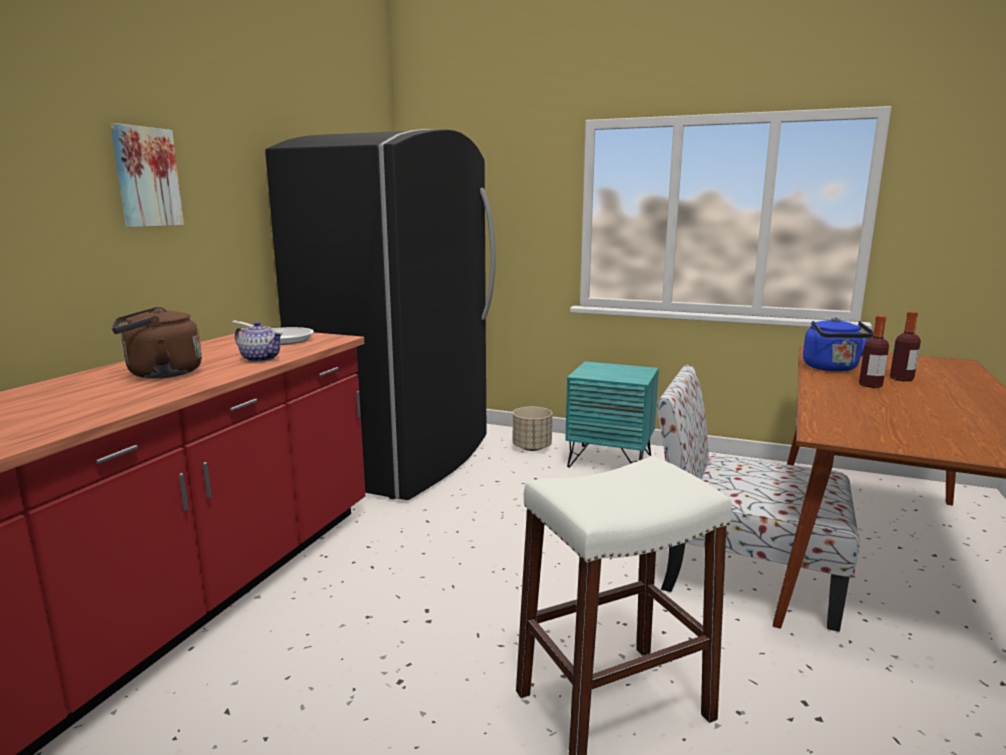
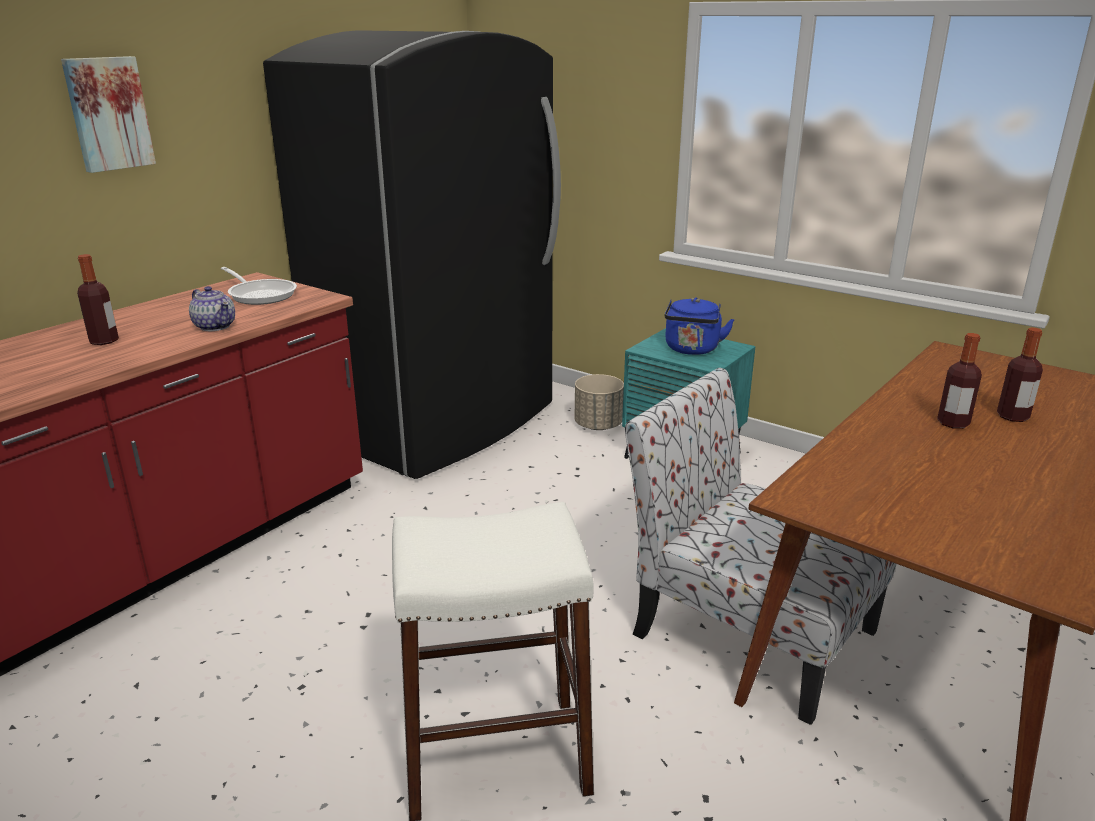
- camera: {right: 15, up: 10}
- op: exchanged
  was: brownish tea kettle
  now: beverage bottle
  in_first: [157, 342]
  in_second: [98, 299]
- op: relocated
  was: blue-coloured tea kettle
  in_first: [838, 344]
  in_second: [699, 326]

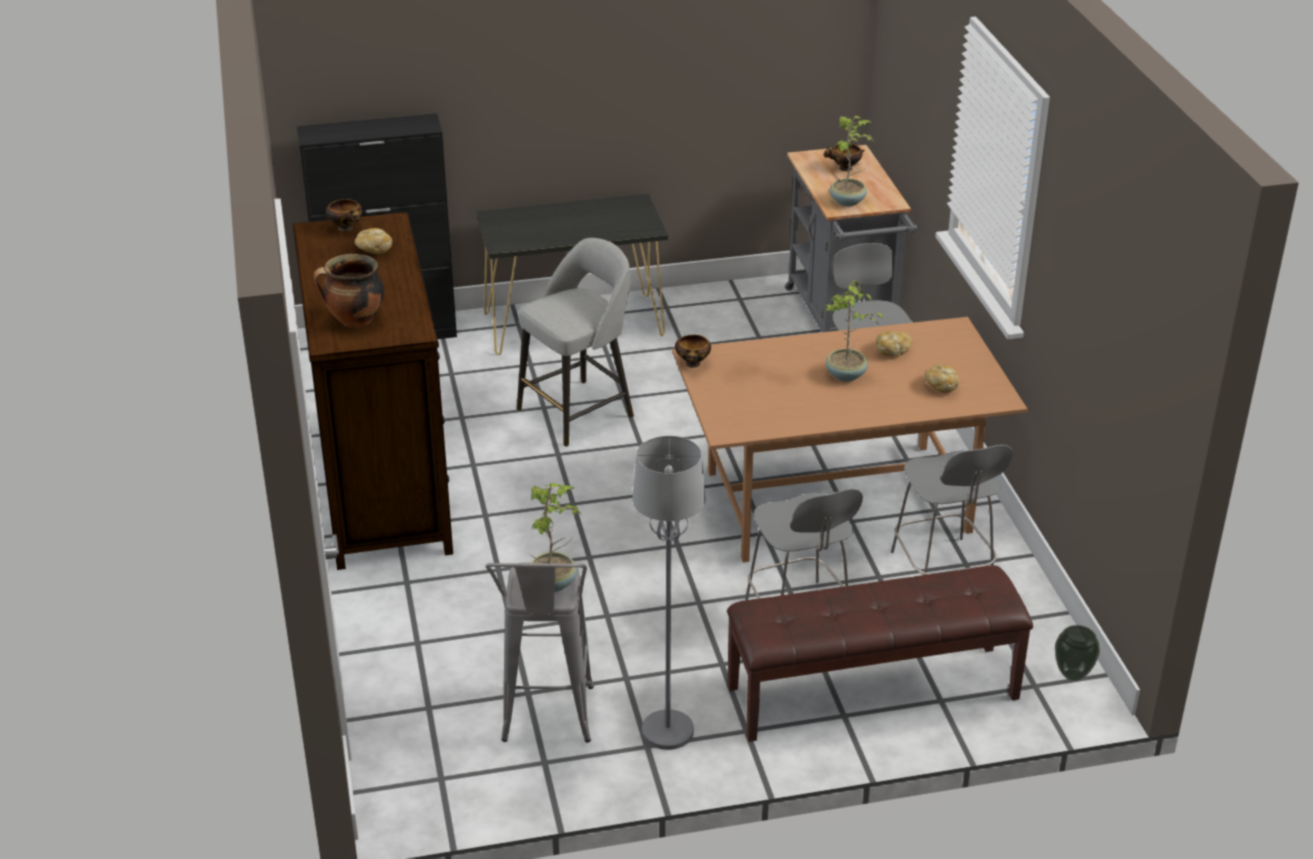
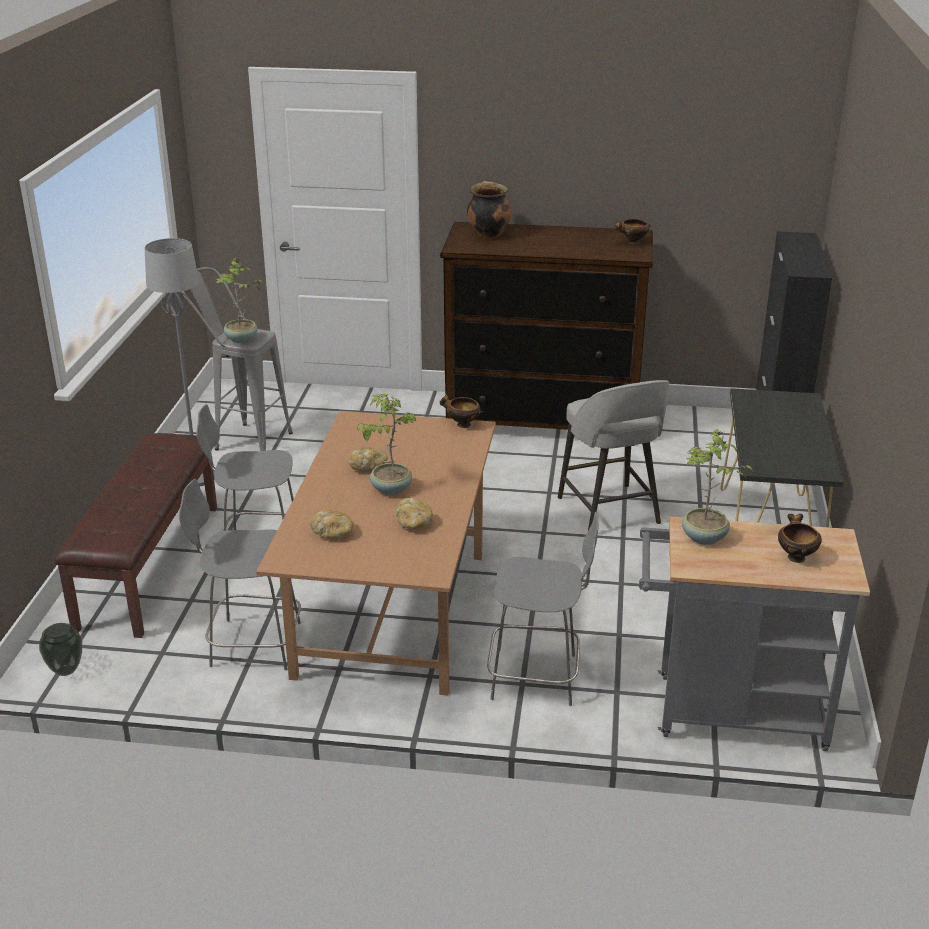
- camera: {right: 110, up: -5}
- op: relocated
  was: bread
  in_first: [373, 241]
  in_second: [368, 459]

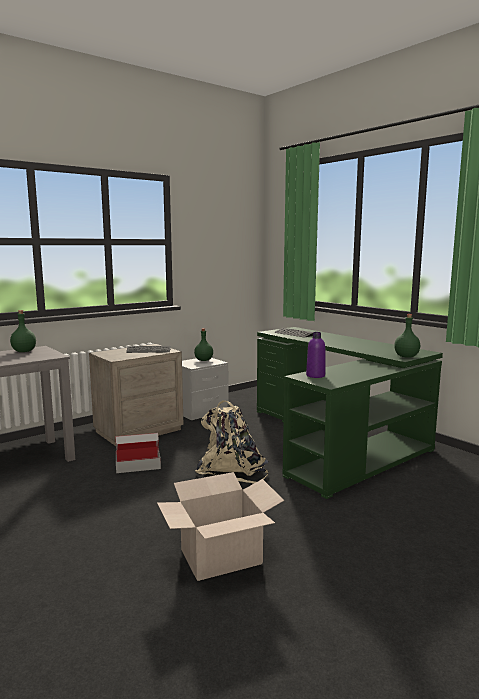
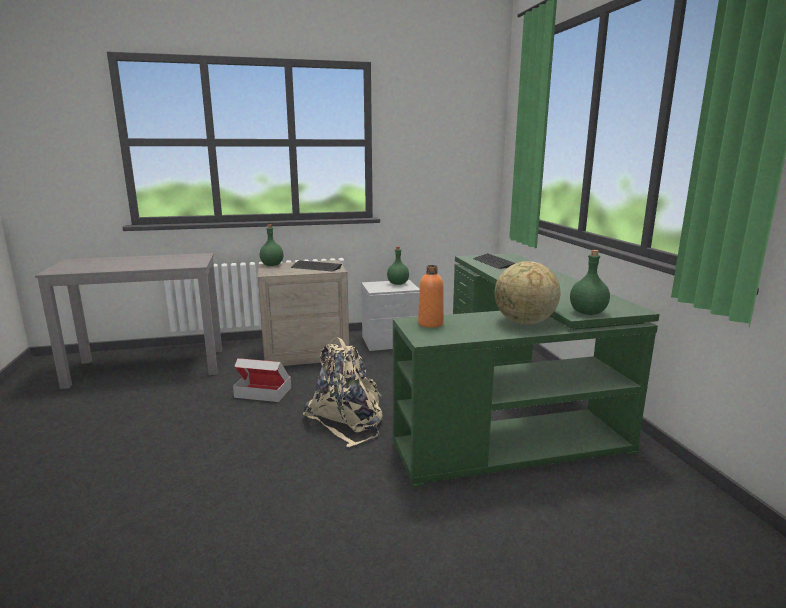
- camera: {right: 25, up: 5}
- op: relocated
  was: greenish beverage bottle
  in_first: [23, 331]
  in_second: [271, 245]
- op: missing
  was: packing box
  in_first: [220, 526]
- op: colour
  was: purple-coloured beverage bottle
  now: orangey beverage bottle
  in_first: [315, 355]
  in_second: [431, 296]
- op: appeared
  now: desk globe
  in_second: [527, 293]

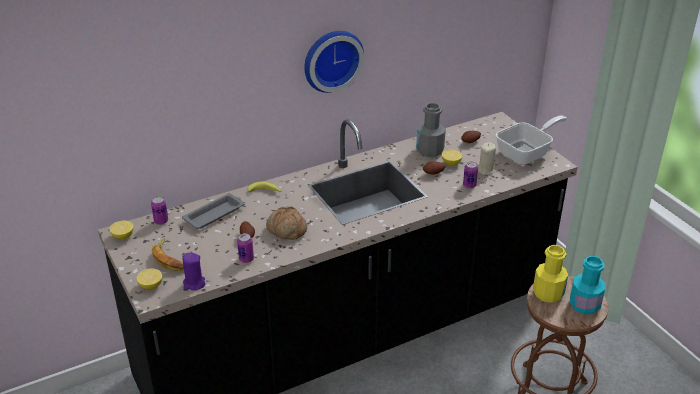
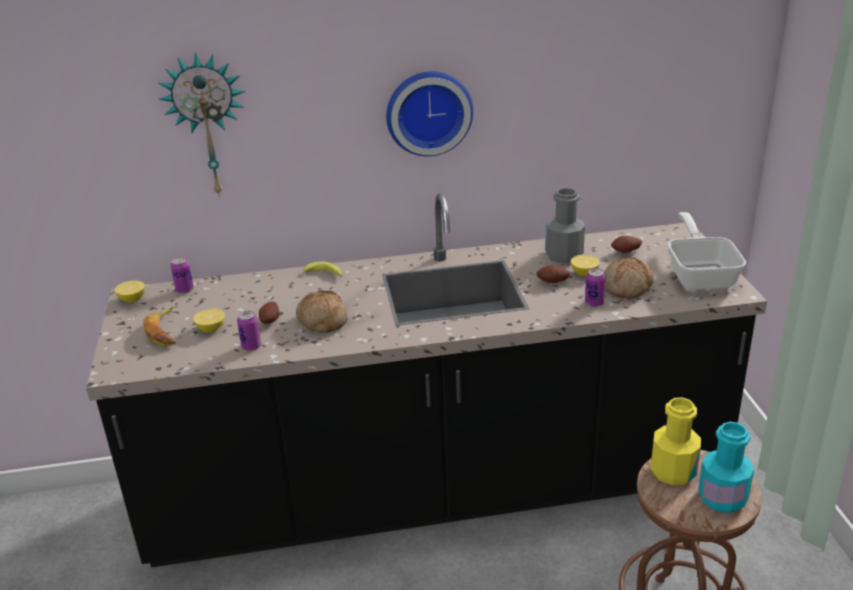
- camera: {right: 20, up: -5}
- op: relocated
  was: lemon
  in_first: [150, 279]
  in_second: [209, 320]
- op: missing
  was: grey carrying tray
  in_first: [213, 211]
- op: missing
  was: purple-coloured candle
  in_first: [194, 271]
- op: exchanged
  was: beige candle
  now: bread
  in_first: [487, 159]
  in_second: [629, 278]
- op: spun
  was: frying pan
  in_first: [531, 140]
  in_second: [707, 251]
  clockwise: -75
- op: appeared
  now: hanging clock
  in_second: [202, 124]

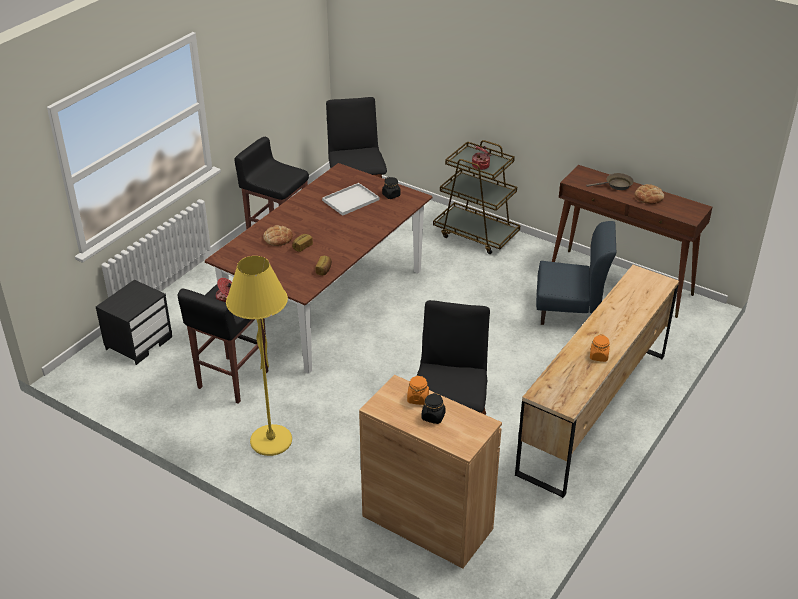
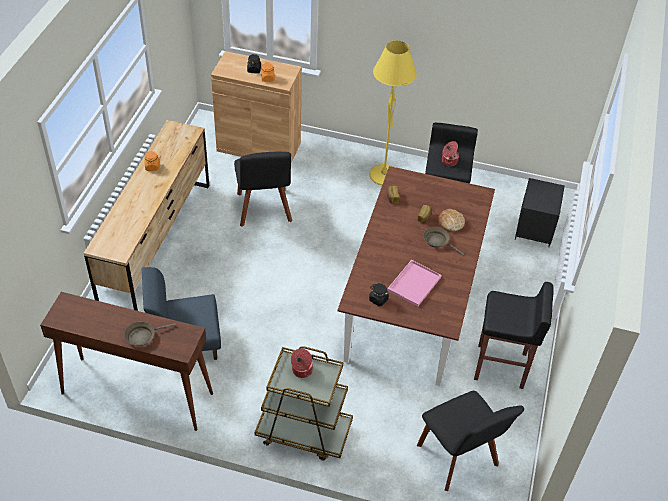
- camera: {right: 160, up: 10}
- op: colour
  was: whitish carrying tray
  now: pinkish carrying tray
  in_first: [351, 199]
  in_second: [414, 283]
- op: missing
  was: bread
  in_first: [649, 194]
- op: appeared
  now: brownish frying pan
  in_second: [443, 241]

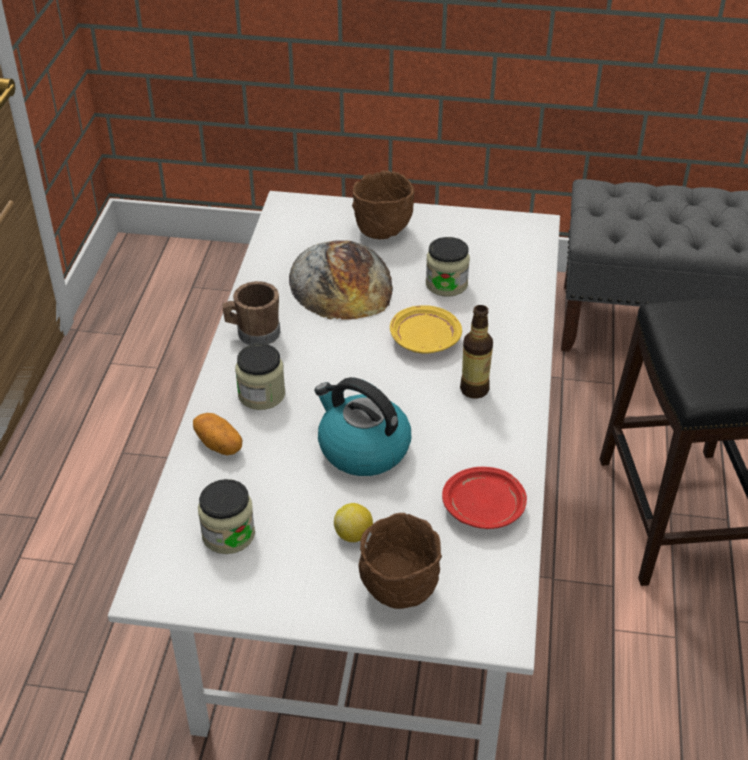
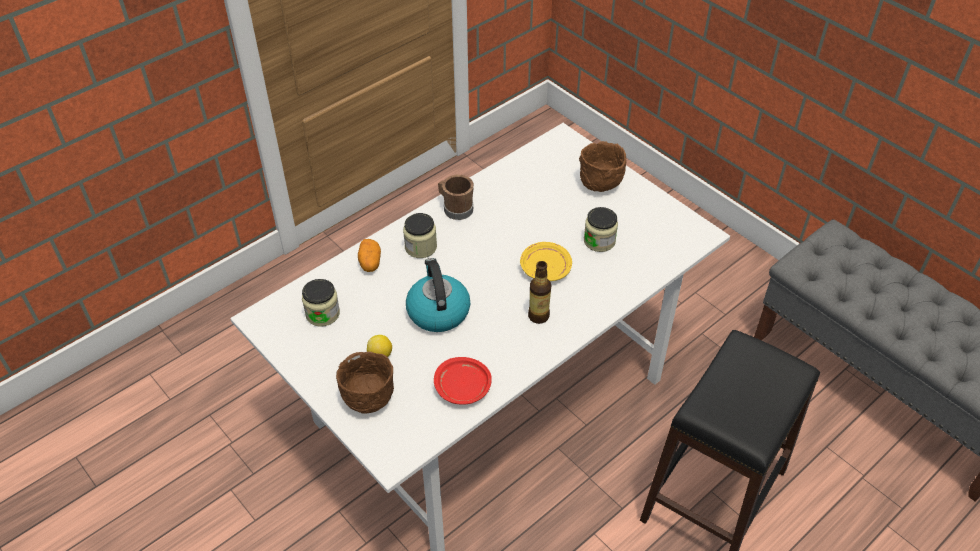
- camera: {right: 40, up: 5}
- op: missing
  was: bread
  in_first: [341, 280]

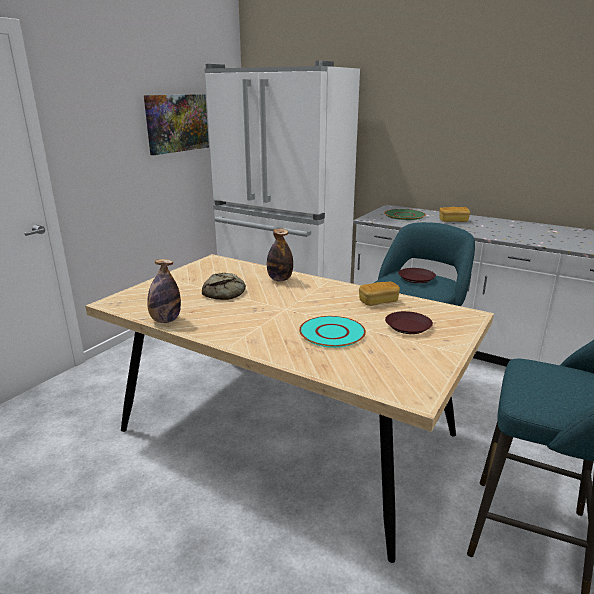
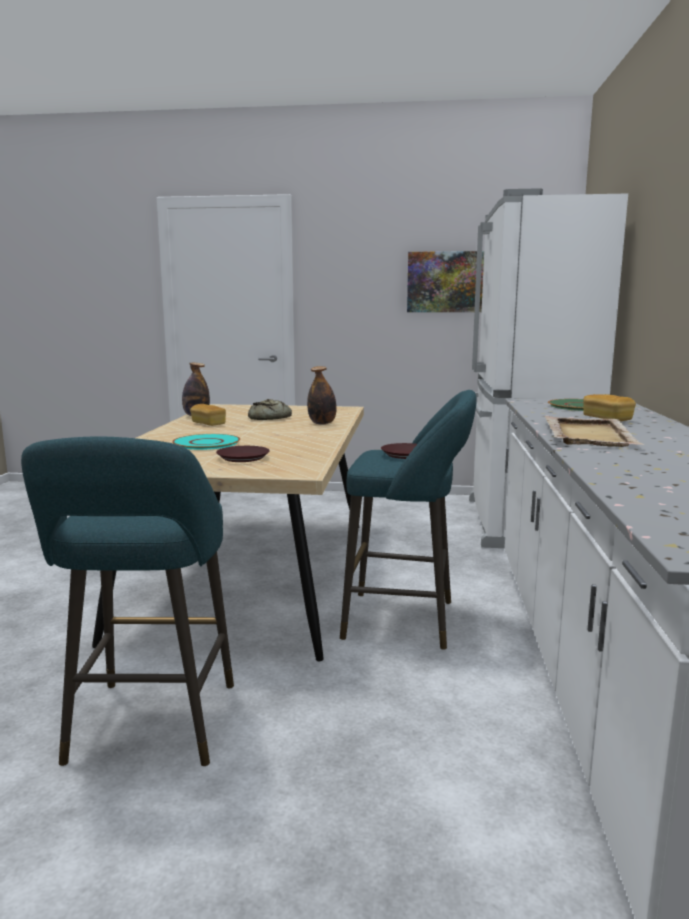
- camera: {right: 65, up: -10}
- op: relocated
  was: bread
  in_first: [379, 294]
  in_second: [208, 415]
- op: appeared
  now: beige carrying tray
  in_second: [595, 431]

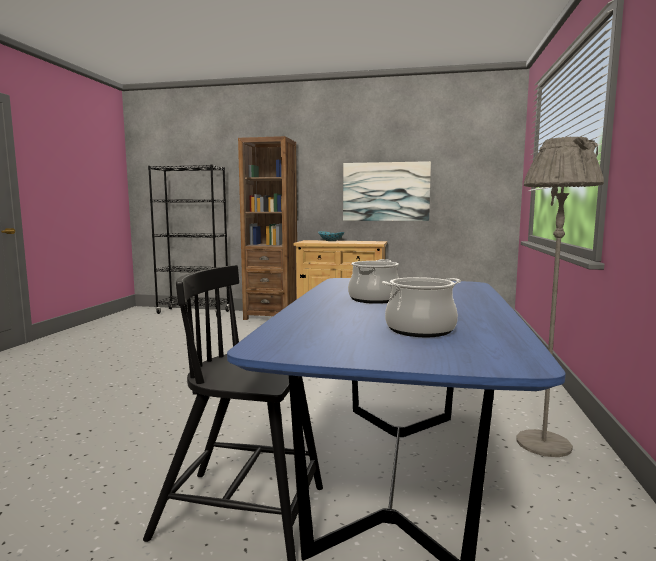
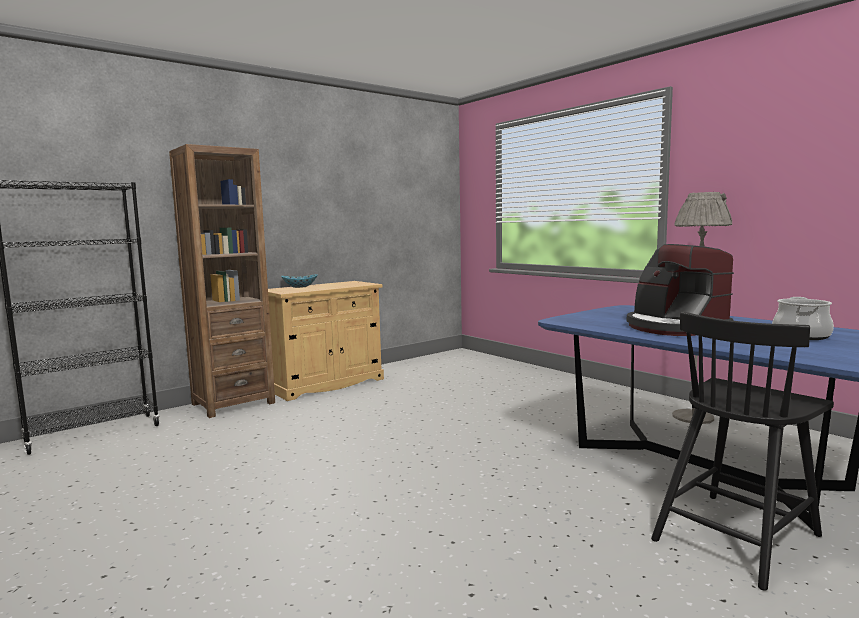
- camera: {right: -50, up: 0}
- op: missing
  was: wall art
  in_first: [387, 191]
- op: exchanged
  was: saucepot
  now: coffee maker
  in_first: [373, 281]
  in_second: [680, 290]

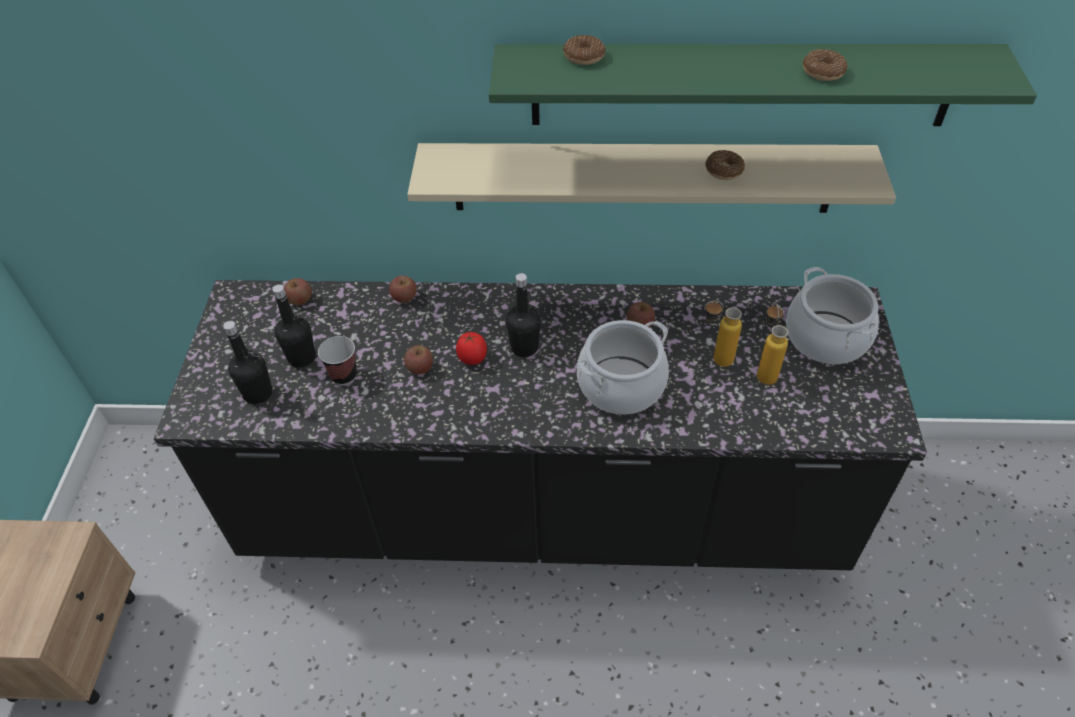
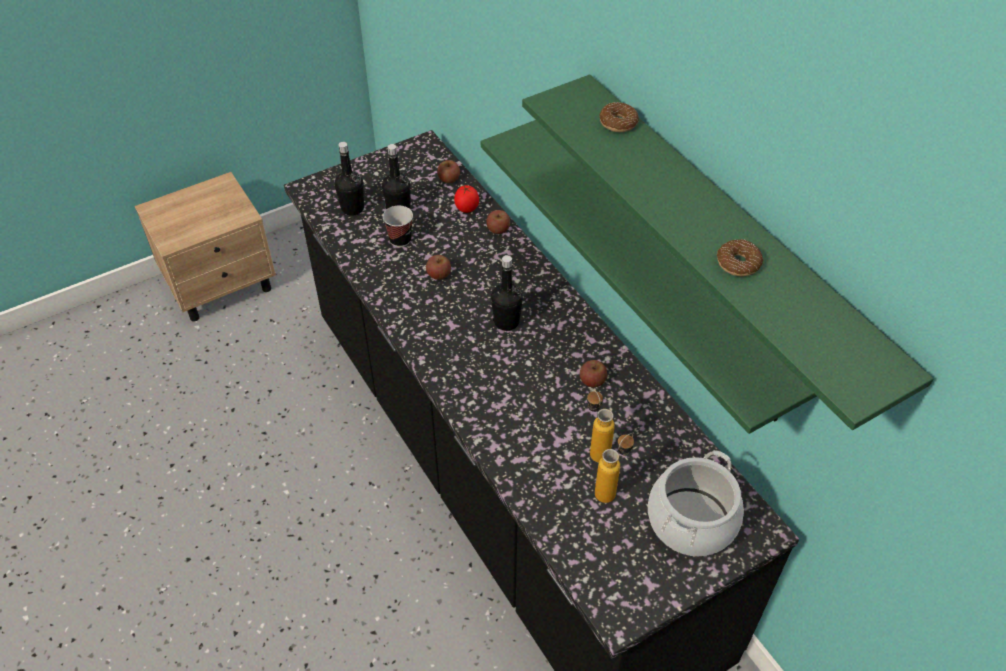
- camera: {right: 55, up: 0}
- op: colour
  was: beige shelf
  now: greenish shelf
  in_first: [651, 178]
  in_second: [649, 277]
- op: relocated
  was: fresh tomato
  in_first: [471, 348]
  in_second: [466, 199]
- op: missing
  was: saucepot
  in_first: [623, 367]
- op: missing
  was: ring doughnut
  in_first: [725, 165]

